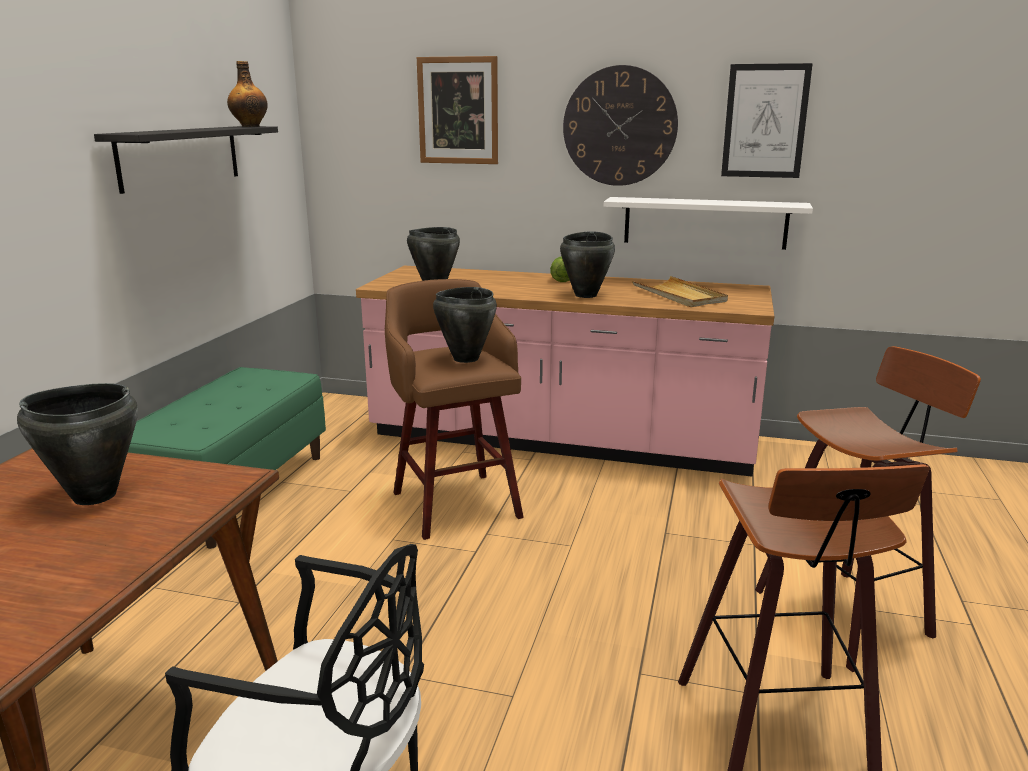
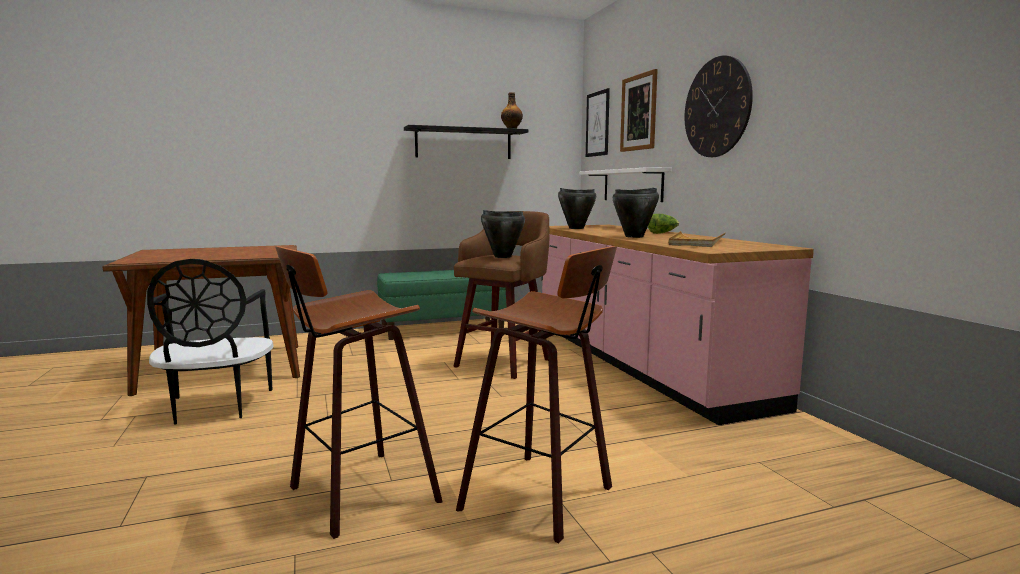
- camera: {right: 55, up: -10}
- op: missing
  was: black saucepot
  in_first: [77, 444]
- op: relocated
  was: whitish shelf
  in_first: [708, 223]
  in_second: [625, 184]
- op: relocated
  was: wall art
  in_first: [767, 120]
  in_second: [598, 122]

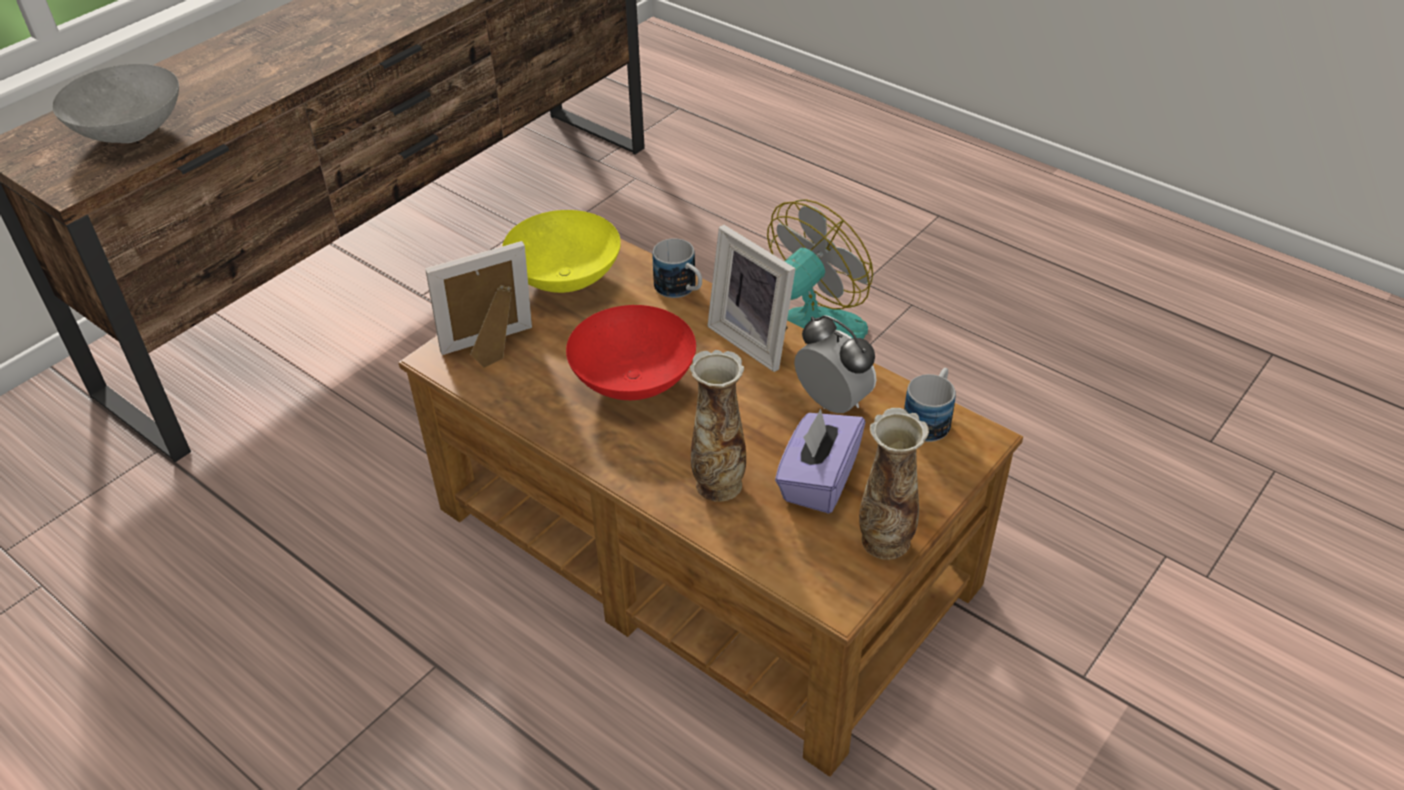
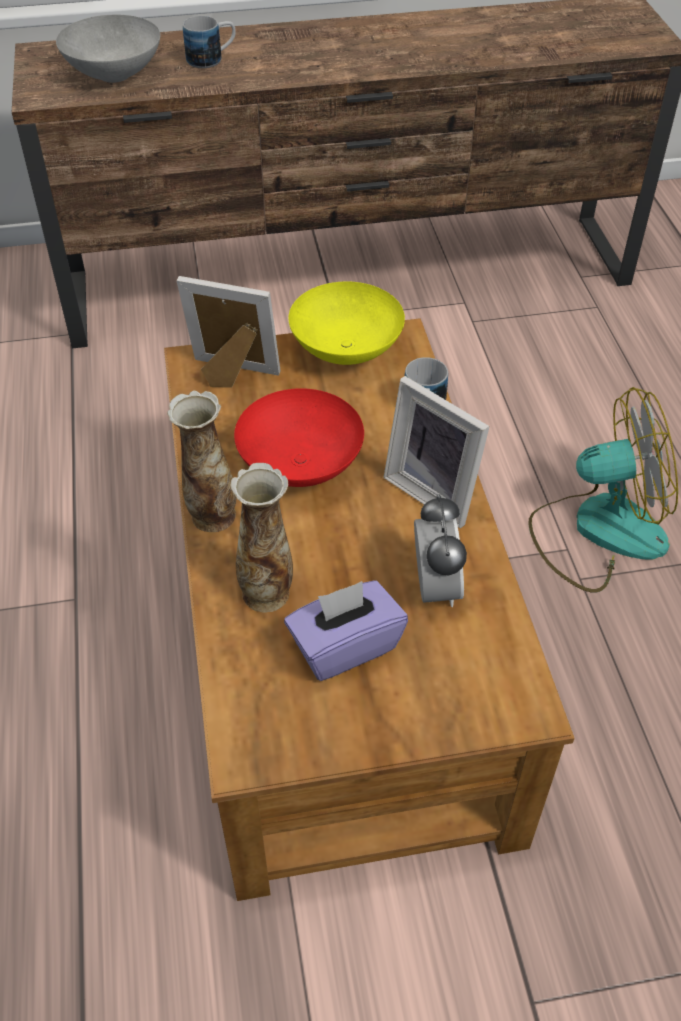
- camera: {right: 40, up: 5}
- op: spun
  was: photo frame
  in_first: [751, 298]
  in_second: [436, 452]
  clockwise: -45
- op: relocated
  was: vase
  in_first: [894, 484]
  in_second: [201, 461]
- op: relocated
  was: coffee mug
  in_first: [930, 405]
  in_second: [209, 42]

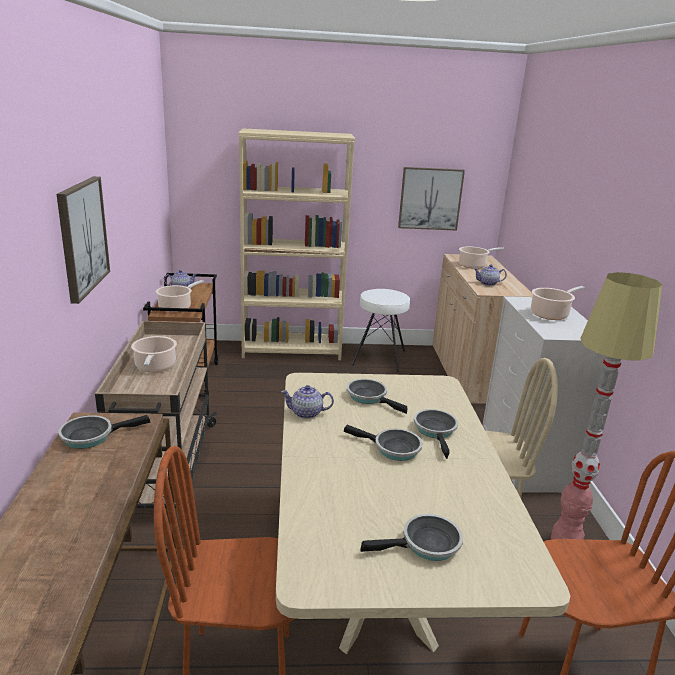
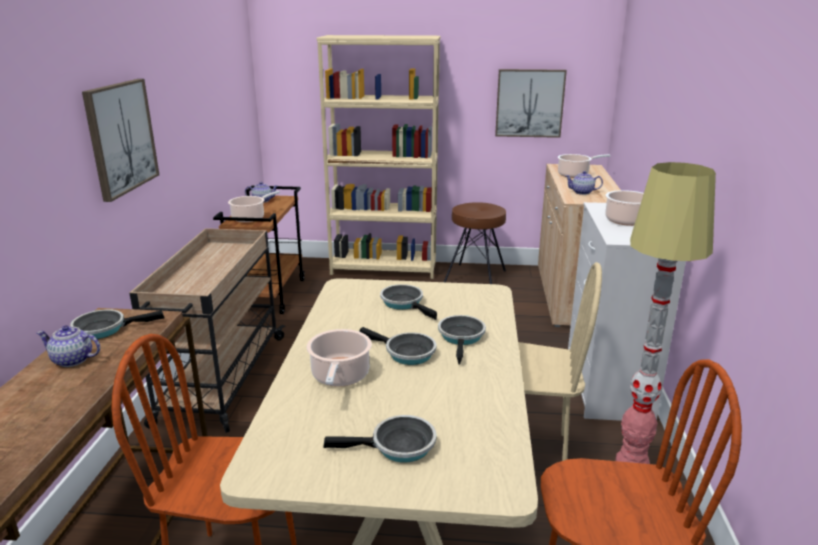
- camera: {right: 10, up: 0}
- op: relocated
  was: saucepot
  in_first: [154, 354]
  in_second: [339, 358]
- op: relocated
  was: teapot
  in_first: [307, 402]
  in_second: [68, 346]
- op: colour
  was: whitish sitting stool
  now: brownish sitting stool
  in_first: [381, 330]
  in_second: [475, 243]

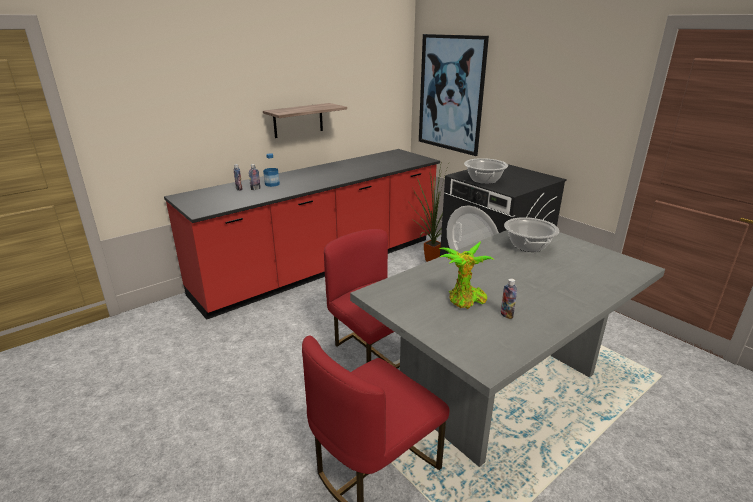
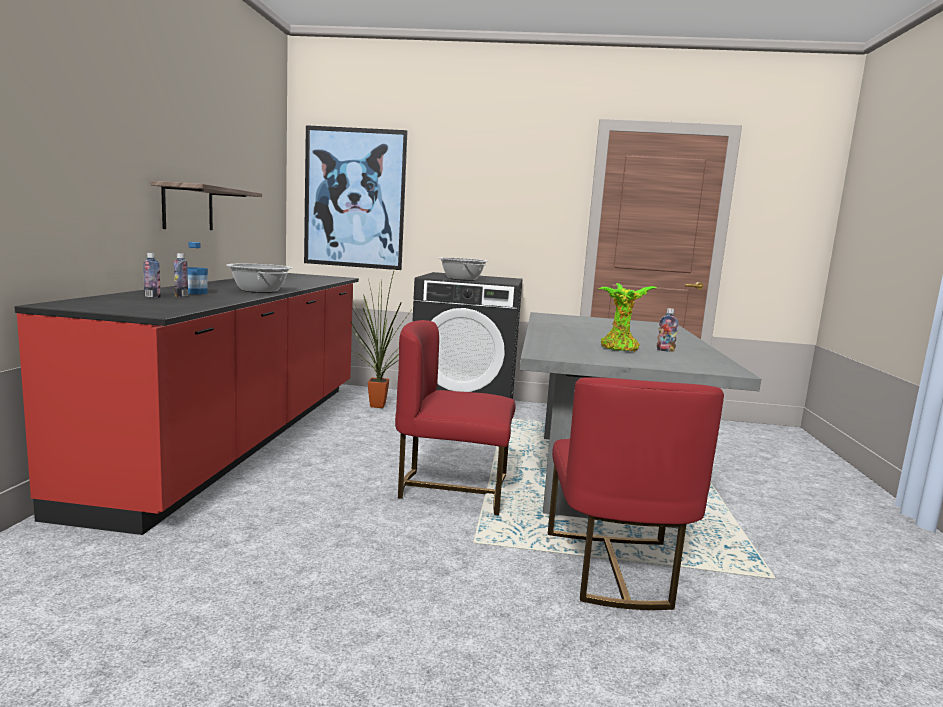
- camera: {right: -45, up: -15}
- op: relocated
  was: saucepot
  in_first: [531, 234]
  in_second: [259, 278]

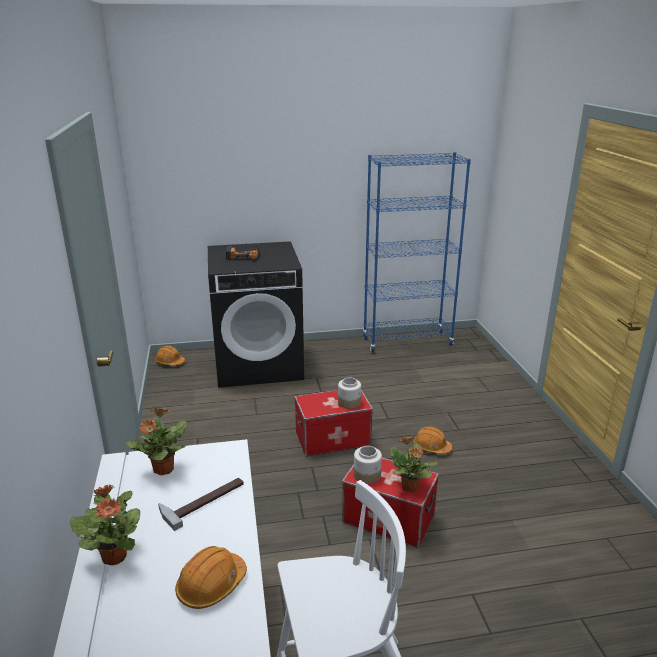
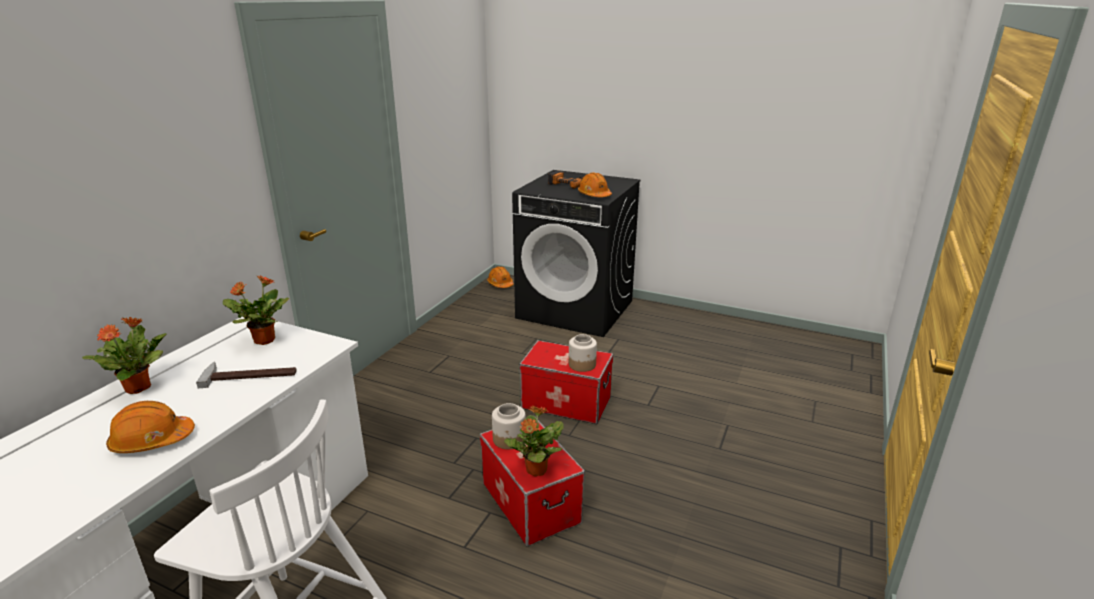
- camera: {right: 35, up: 0}
- op: missing
  was: blue-coloured bookcase
  in_first: [417, 252]
- op: relocated
  was: orangey safety helmet
  in_first: [432, 440]
  in_second: [595, 184]

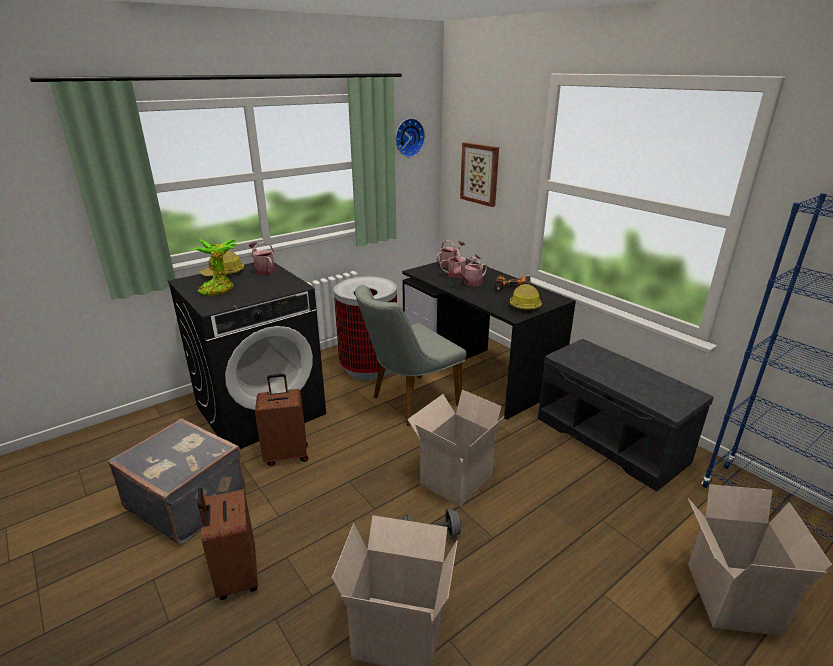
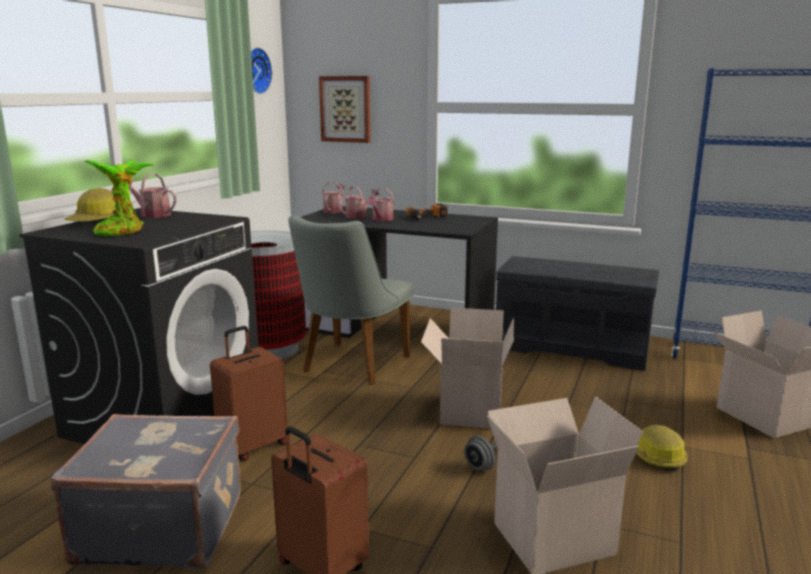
- camera: {right: -30, up: -10}
- op: relocated
  was: safety helmet
  in_first: [526, 298]
  in_second: [661, 447]

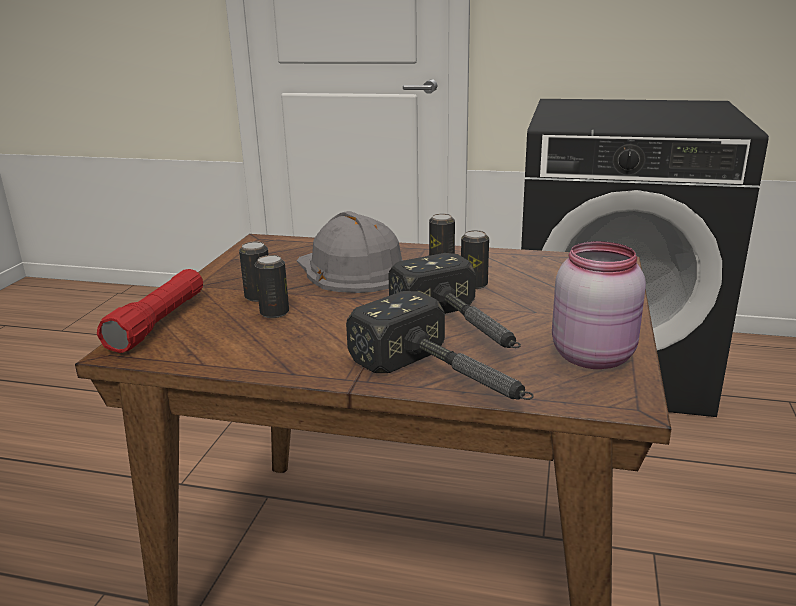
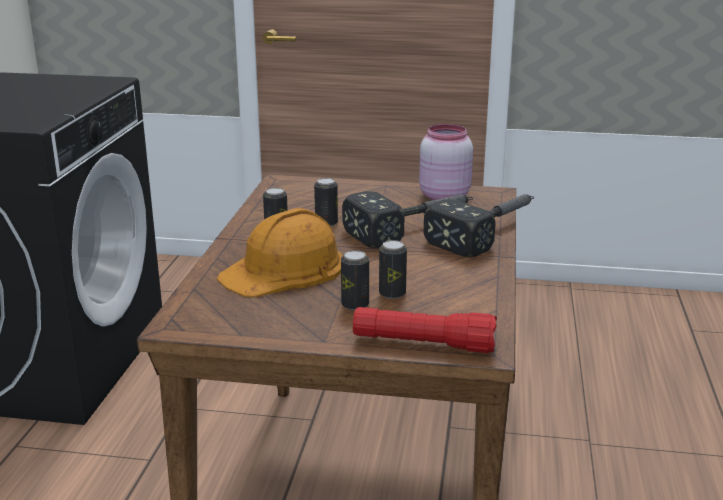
- camera: {right: -95, up: 0}
- op: colour
  was: grey safety helmet
  now: orangey safety helmet
  in_first: [350, 252]
  in_second: [279, 252]

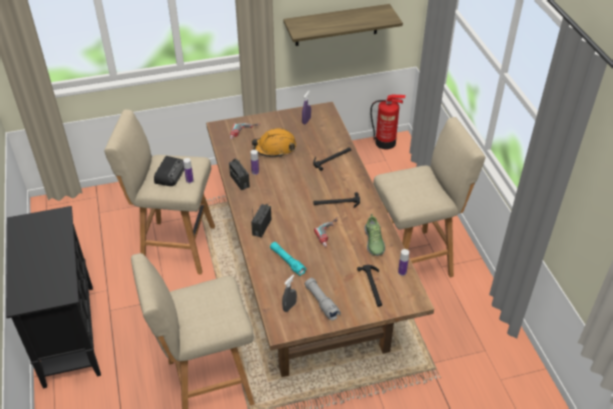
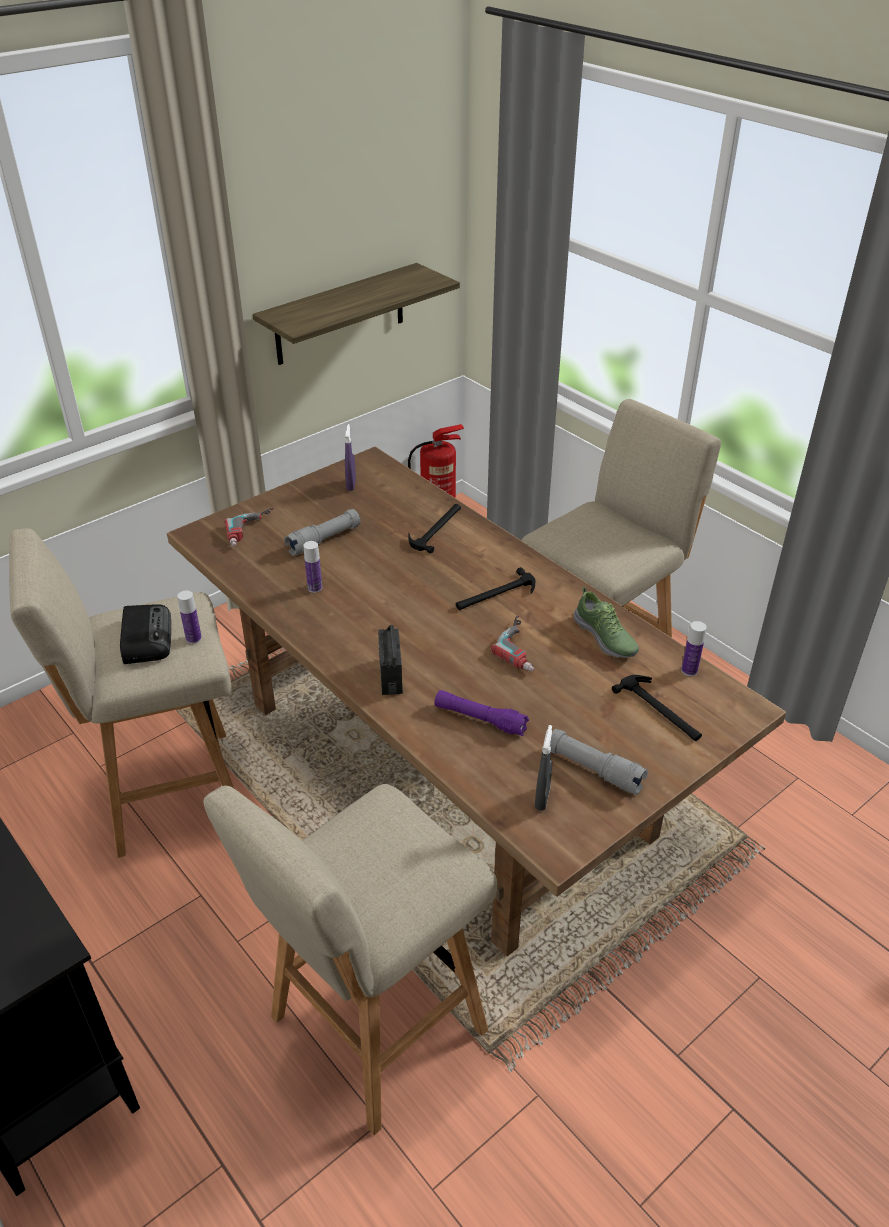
- camera: {right: -25, up: -5}
- op: missing
  was: radio
  in_first: [239, 174]
- op: exchanged
  was: orangey safety helmet
  now: grey flashlight
  in_first: [273, 142]
  in_second: [322, 532]
- op: colour
  was: blue-green flashlight
  now: purple-coloured flashlight
  in_first: [288, 259]
  in_second: [481, 713]

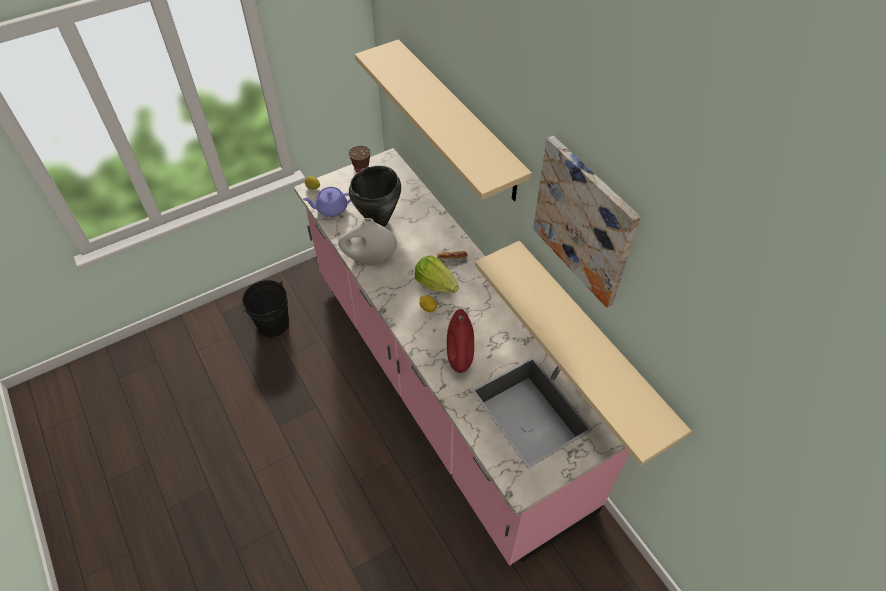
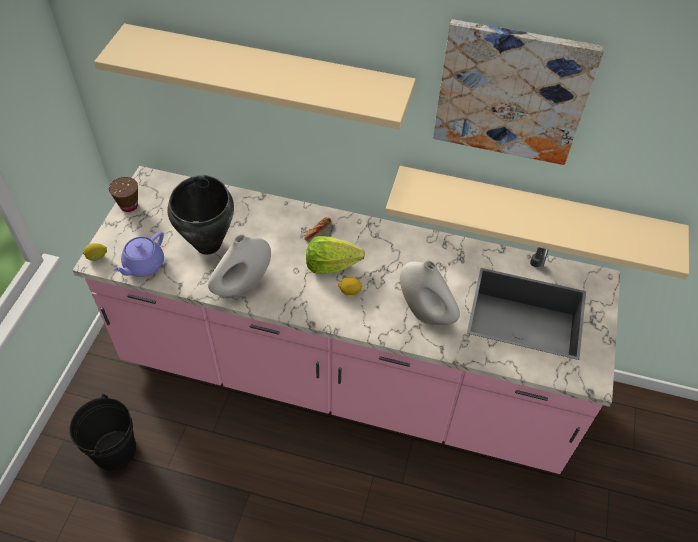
- camera: {right: -45, up: 0}
- op: colour
  was: reddish vase
  now: whitish vase
  in_first: [460, 341]
  in_second: [430, 293]

